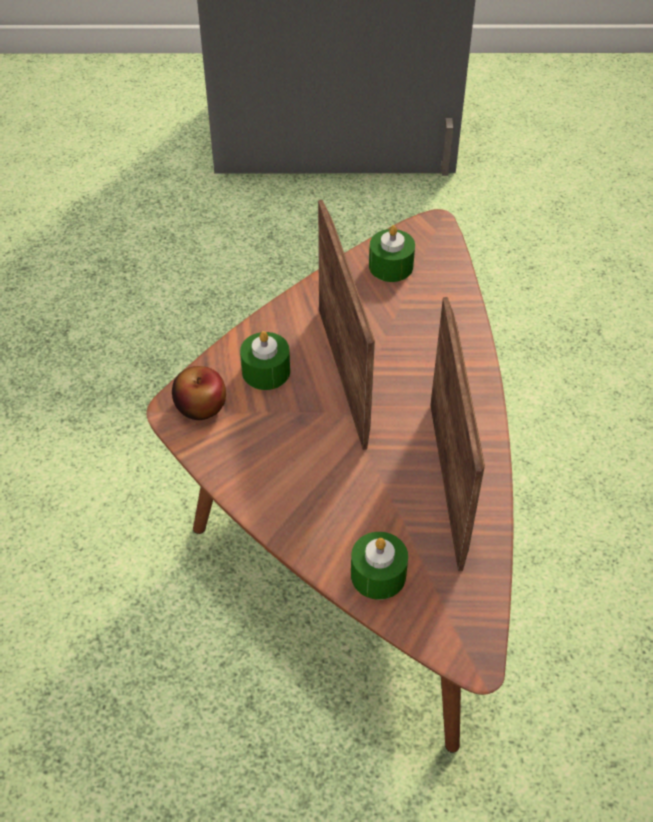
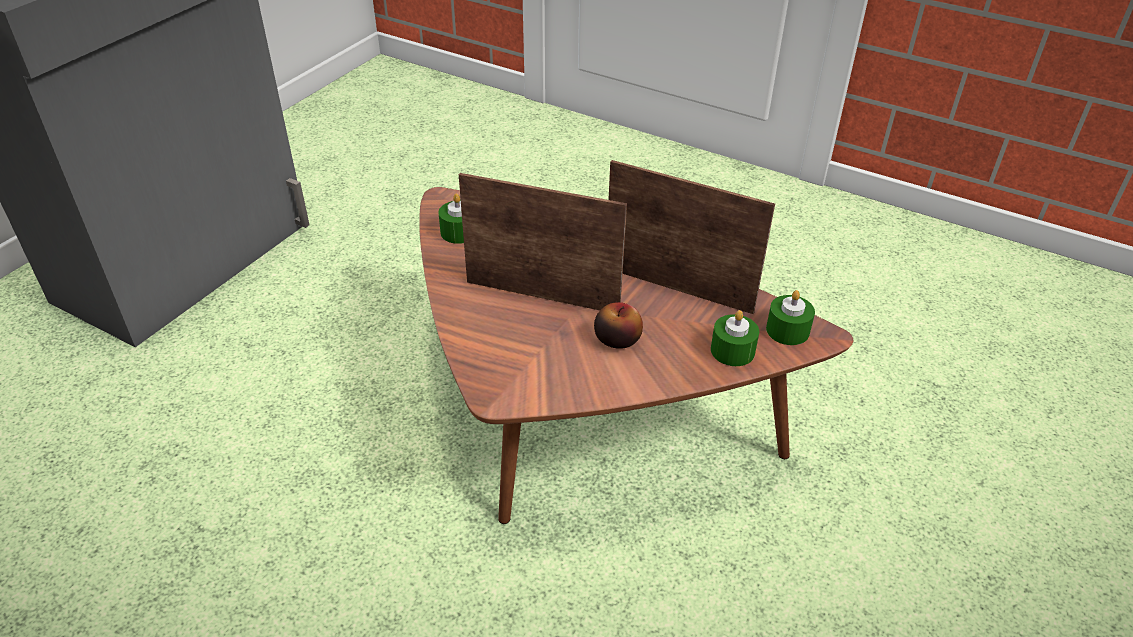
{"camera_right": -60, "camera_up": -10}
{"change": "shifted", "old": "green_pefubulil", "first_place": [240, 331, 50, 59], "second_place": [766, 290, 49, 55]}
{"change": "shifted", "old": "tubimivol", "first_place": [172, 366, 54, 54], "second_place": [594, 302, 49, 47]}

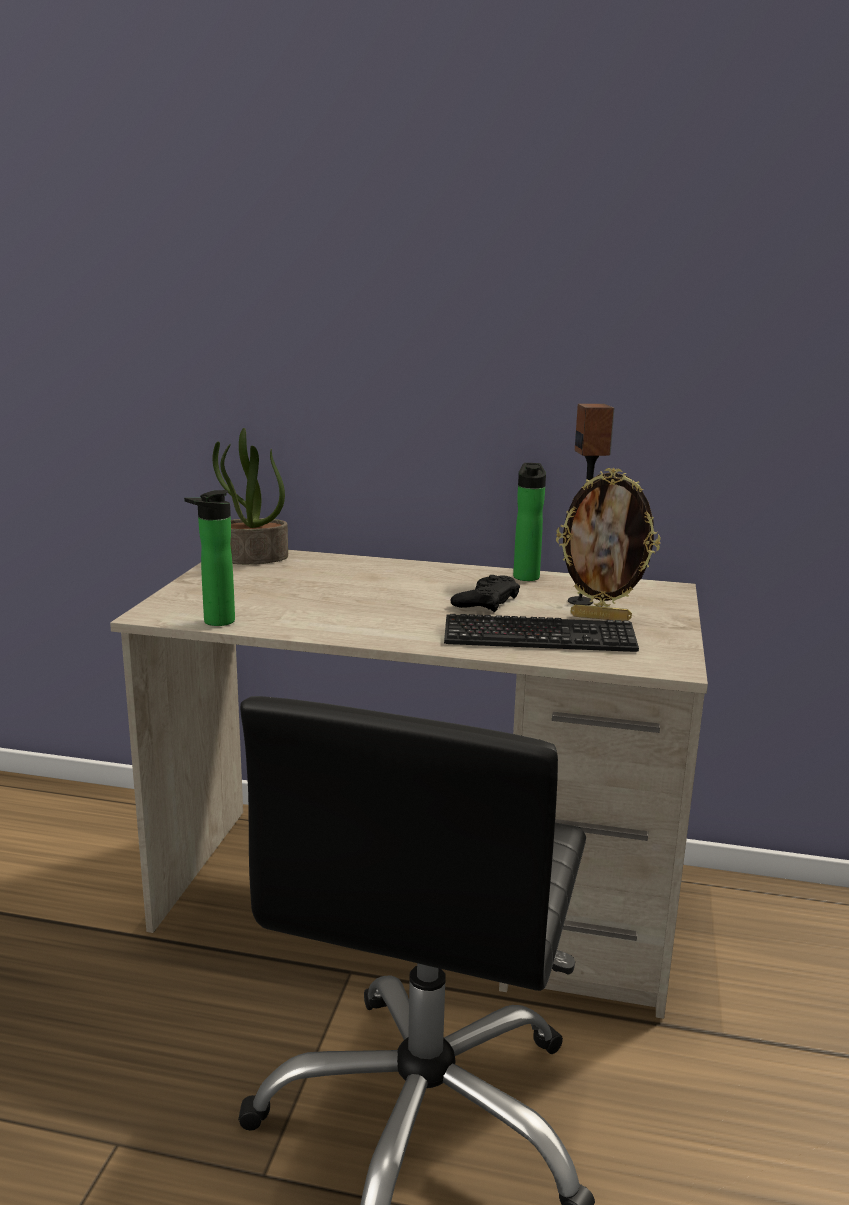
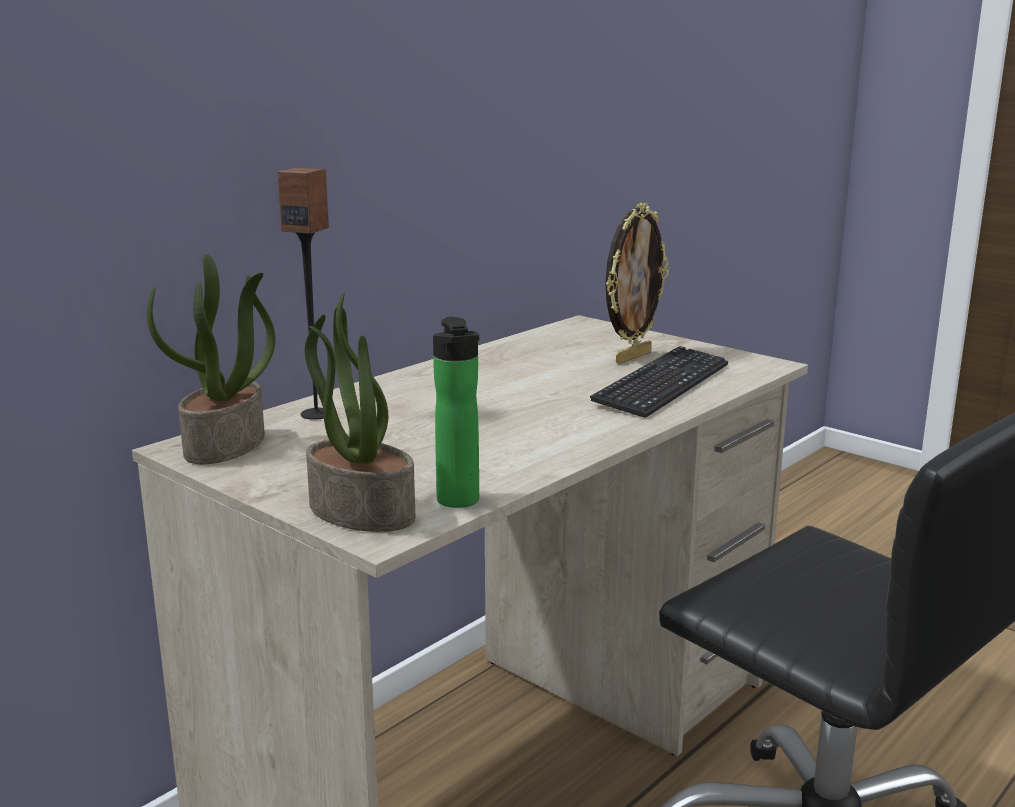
{"camera_right": -60, "camera_up": 0}
{"change": "shifted", "old": "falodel", "first_place": [568, 404, 46, 201], "second_place": [277, 167, 52, 253]}
{"change": "gone", "old": "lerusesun", "first_place": [513, 463, 33, 118]}
{"change": "gone", "old": "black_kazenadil", "first_place": [451, 575, 69, 37]}
{"change": "new", "new": "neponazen", "second_place": [304, 291, 111, 241]}

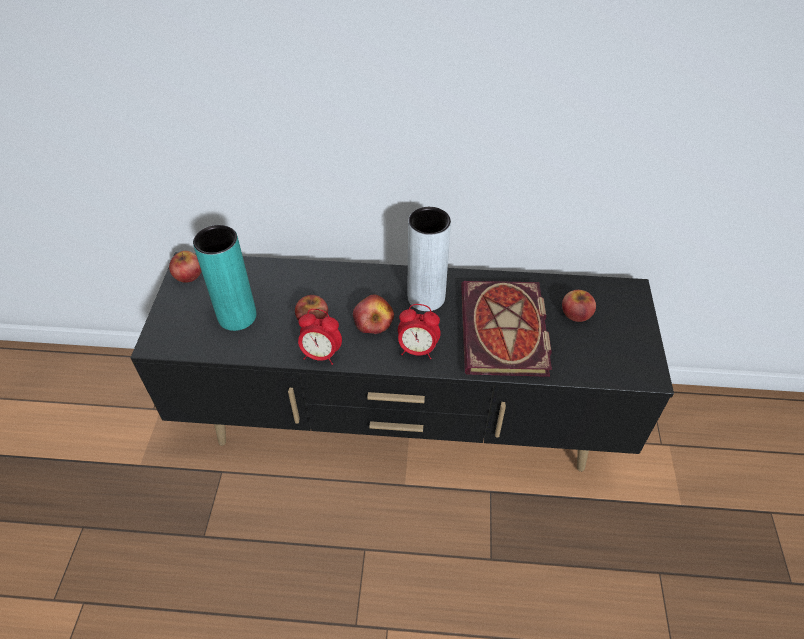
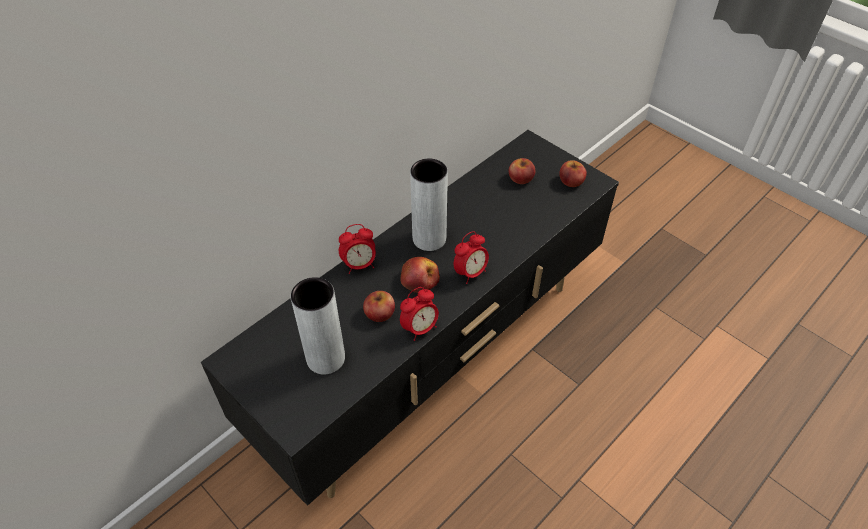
{"camera_right": -50, "camera_up": 0}
{"change": "repainted", "old": "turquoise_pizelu", "new": "grey_pizelu", "first_place": [193, 225, 64, 106], "second_place": [291, 277, 54, 97]}
{"change": "shifted", "old": "tubimivol", "first_place": [169, 251, 32, 32], "second_place": [559, 160, 28, 27]}
{"change": "gone", "old": "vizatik", "first_place": [461, 281, 91, 96]}
{"change": "new", "new": "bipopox", "second_place": [339, 224, 37, 50]}

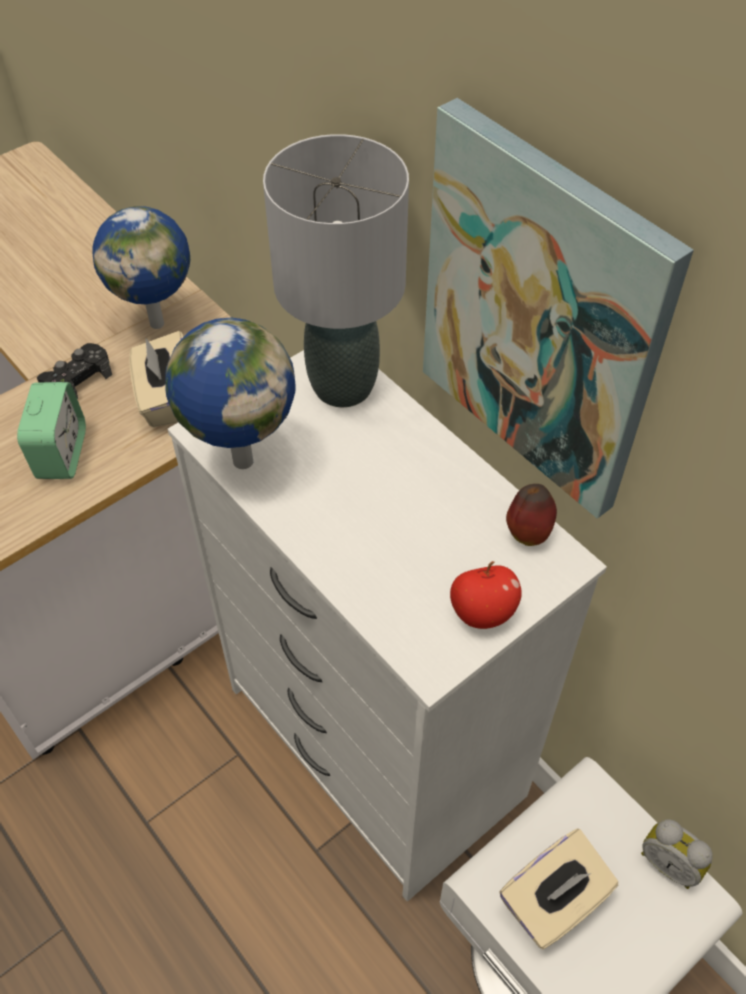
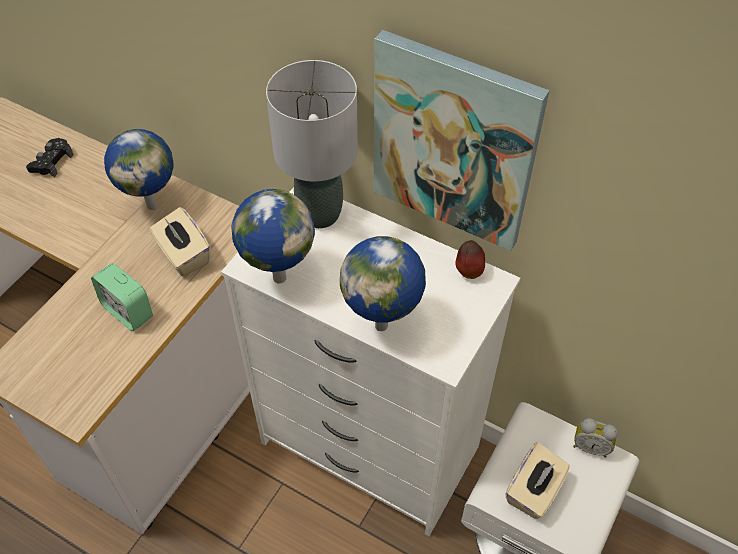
{"camera_right": -20, "camera_up": 0}
{"change": "shifted", "old": "black_kazenadil", "first_place": [37, 343, 75, 56], "second_place": [26, 138, 48, 39]}
{"change": "rotated", "old": "bipopox", "first_place": [17, 382, 69, 97], "second_place": [91, 263, 62, 68], "degrees": 150}
{"change": "gone", "old": "tubimivol", "first_place": [450, 561, 72, 68]}
{"change": "new", "new": "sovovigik", "second_place": [340, 236, 86, 95]}

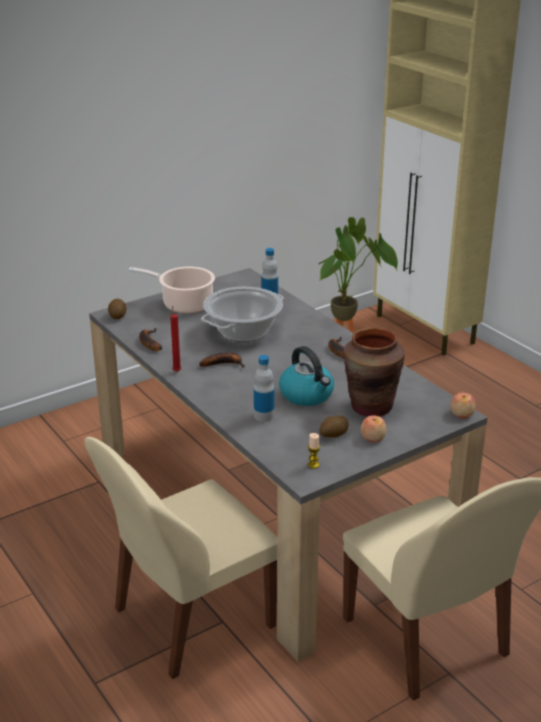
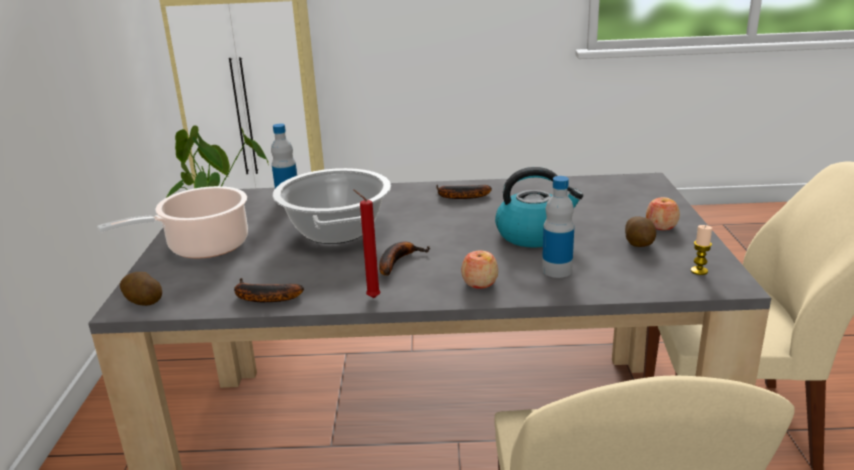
{"camera_right": -55, "camera_up": -5}
{"change": "gone", "old": "brown_pizelu", "first_place": [344, 327, 61, 90]}
{"change": "shifted", "old": "tubimivol", "first_place": [451, 393, 24, 25], "second_place": [461, 251, 37, 38]}

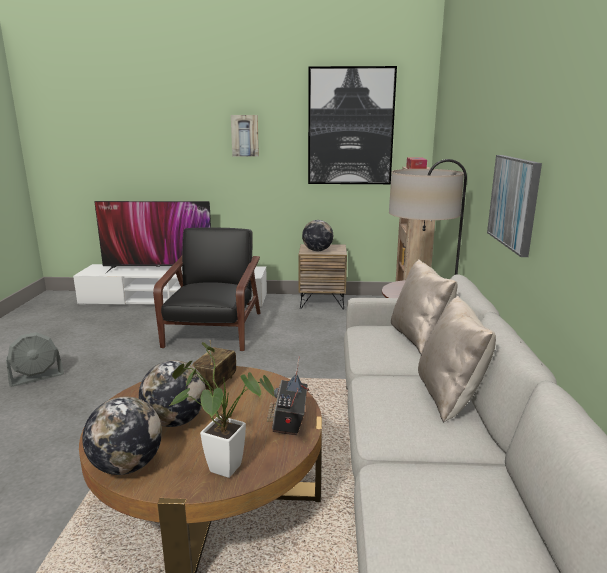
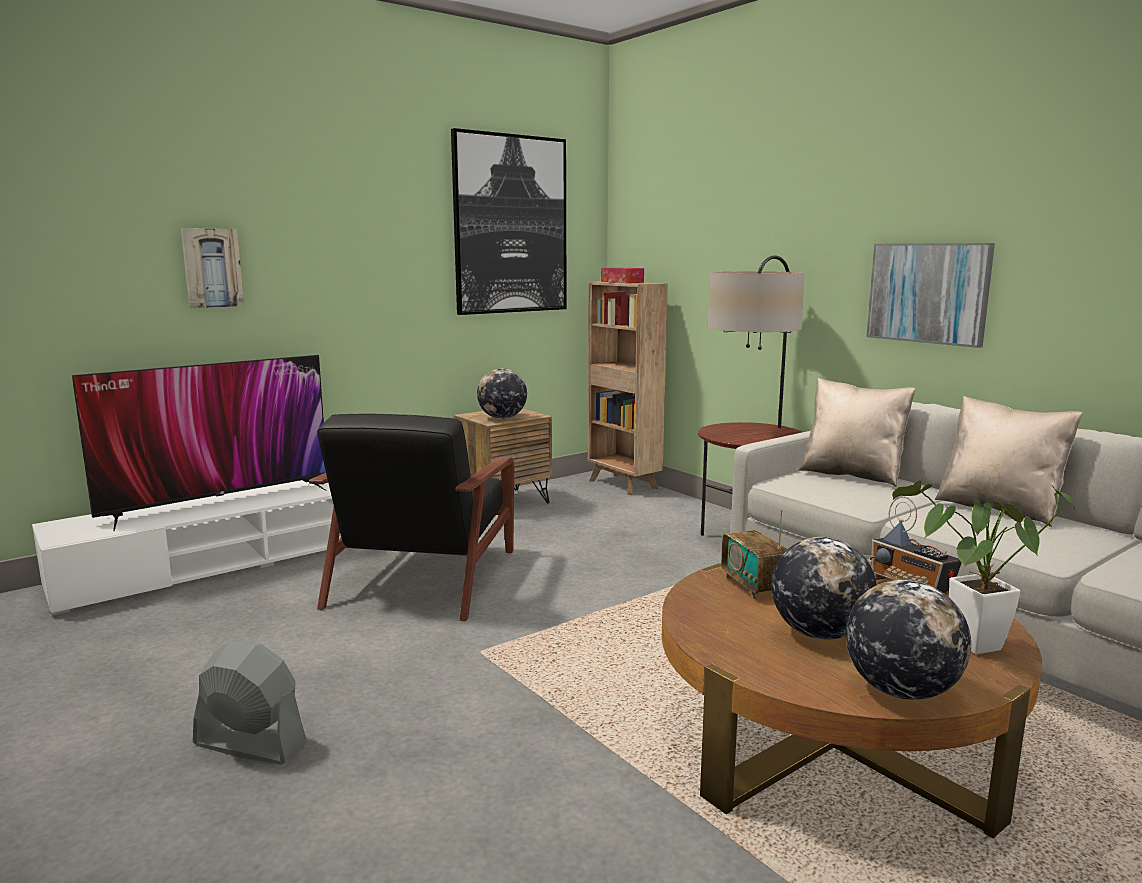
{"camera_right": -40, "camera_up": -5}
{"change": "shifted", "old": "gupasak", "first_place": [231, 115, 28, 41], "second_place": [181, 228, 63, 80]}
{"change": "rotated", "old": "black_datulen", "first_place": [153, 227, 108, 124], "second_place": [309, 413, 205, 208], "degrees": -135}
{"change": "rotated", "old": "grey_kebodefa", "first_place": [6, 332, 58, 55], "second_place": [193, 640, 114, 125], "degrees": -90}

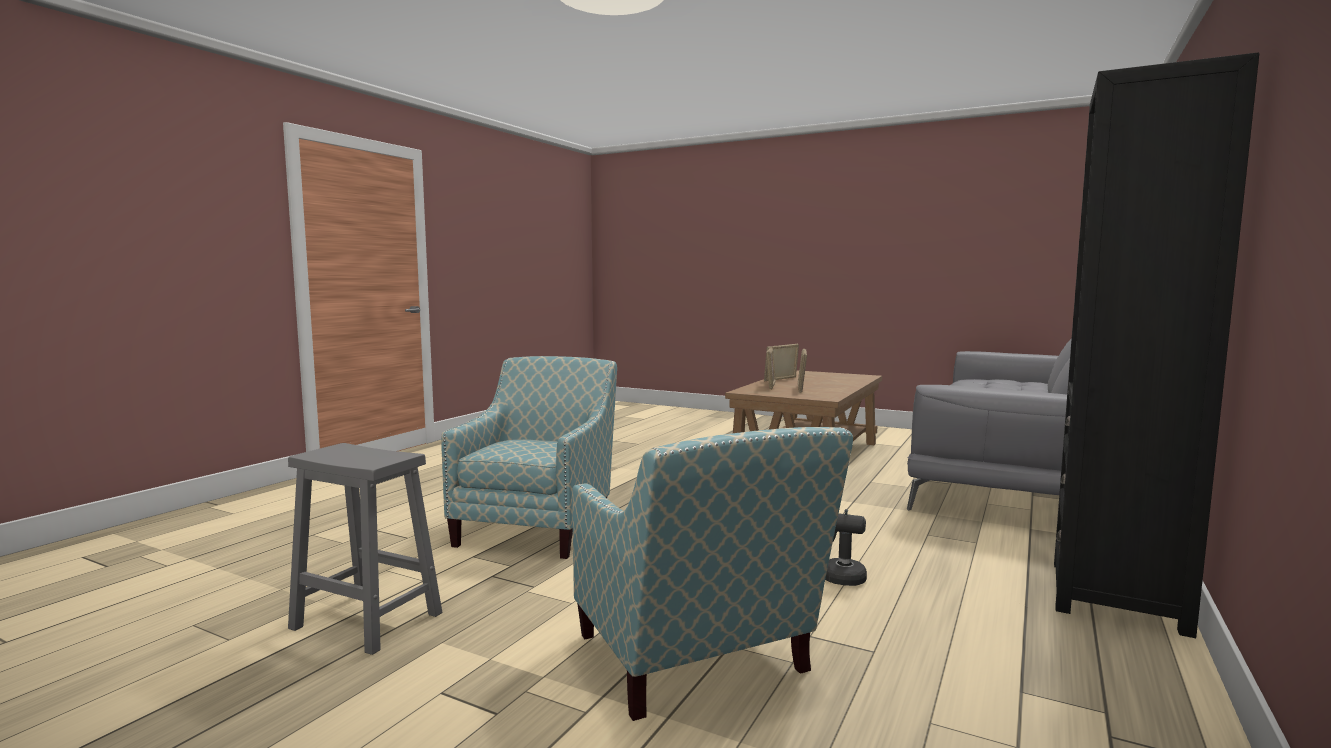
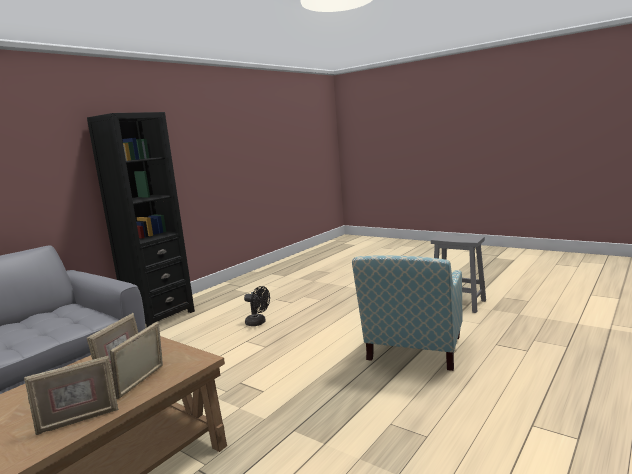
{"camera_right": -170, "camera_up": 5}
{"change": "gone", "old": "datulen", "first_place": [572, 427, 281, 294]}

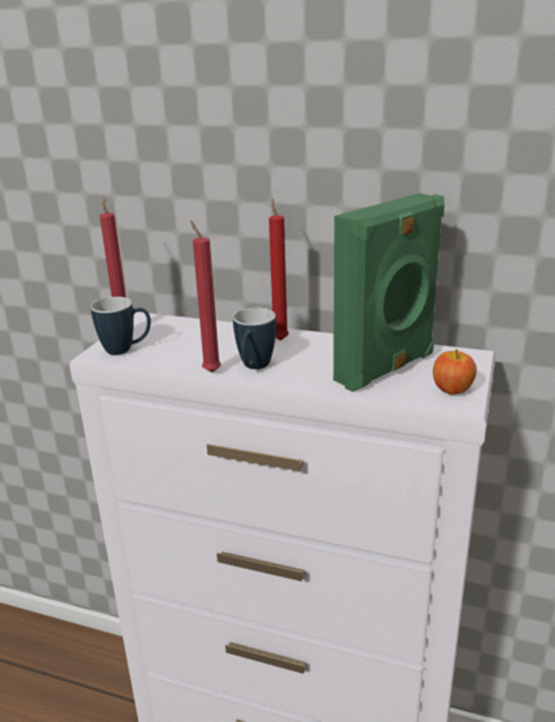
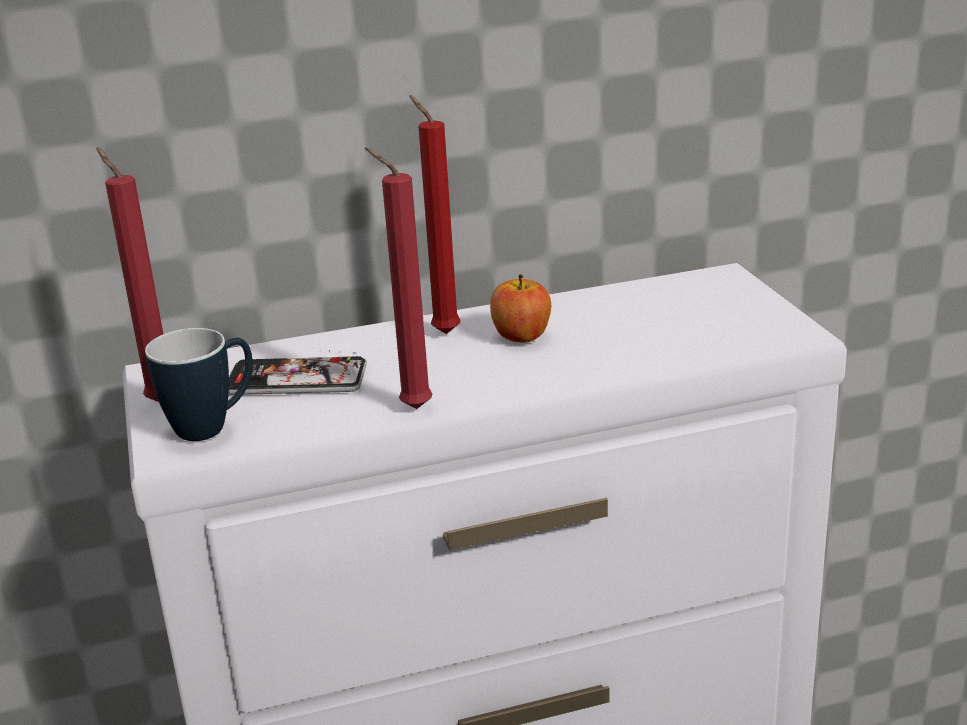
{"camera_right": -35, "camera_up": 0}
{"change": "gone", "old": "green_falodel", "first_place": [333, 193, 112, 199]}
{"change": "gone", "old": "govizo", "first_place": [233, 308, 43, 61]}
{"change": "shifted", "old": "tubimivol", "first_place": [433, 349, 44, 46], "second_place": [490, 274, 61, 69]}
{"change": "new", "new": "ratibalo", "second_place": [229, 350, 138, 45]}

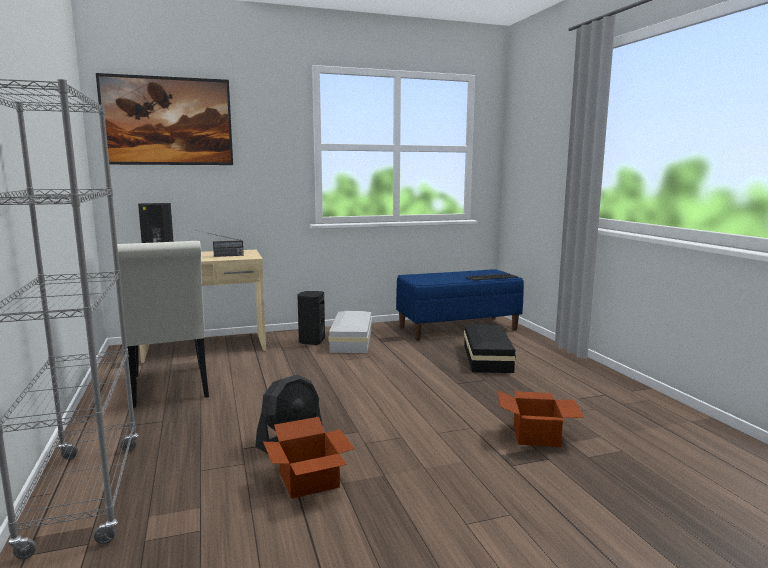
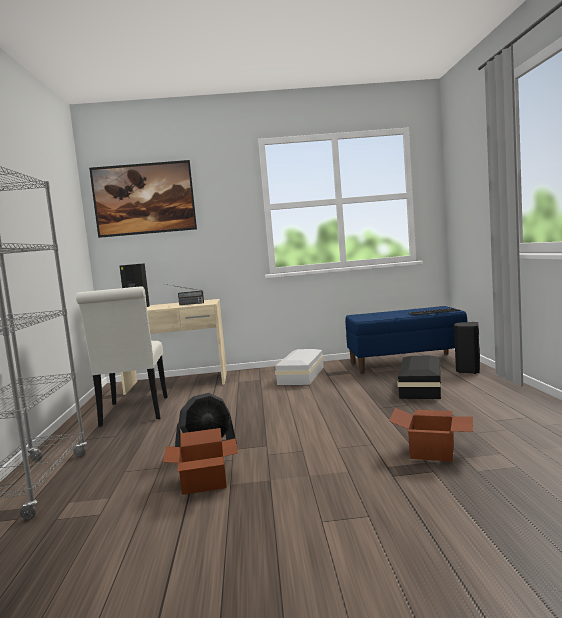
{"camera_right": 15, "camera_up": -5}
{"change": "shifted", "old": "black_falodel", "first_place": [297, 291, 28, 54], "second_place": [454, 322, 26, 52]}

